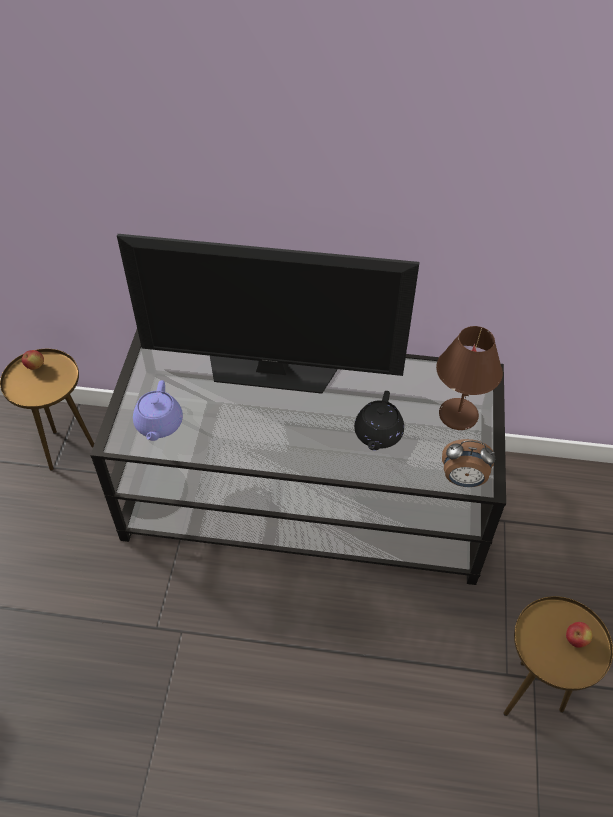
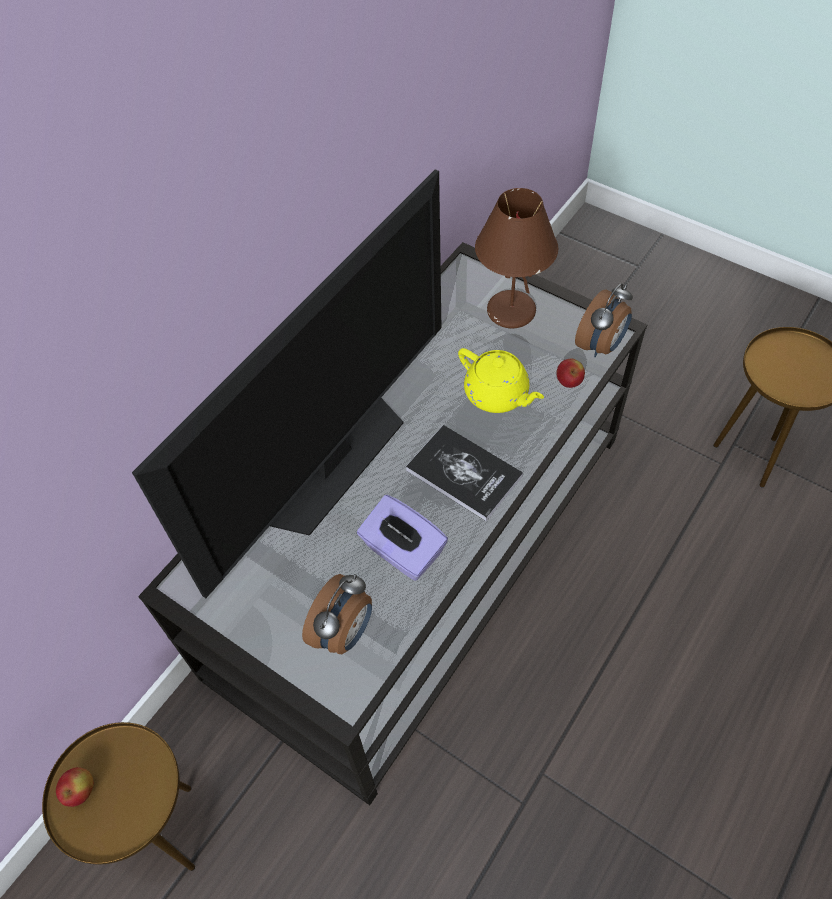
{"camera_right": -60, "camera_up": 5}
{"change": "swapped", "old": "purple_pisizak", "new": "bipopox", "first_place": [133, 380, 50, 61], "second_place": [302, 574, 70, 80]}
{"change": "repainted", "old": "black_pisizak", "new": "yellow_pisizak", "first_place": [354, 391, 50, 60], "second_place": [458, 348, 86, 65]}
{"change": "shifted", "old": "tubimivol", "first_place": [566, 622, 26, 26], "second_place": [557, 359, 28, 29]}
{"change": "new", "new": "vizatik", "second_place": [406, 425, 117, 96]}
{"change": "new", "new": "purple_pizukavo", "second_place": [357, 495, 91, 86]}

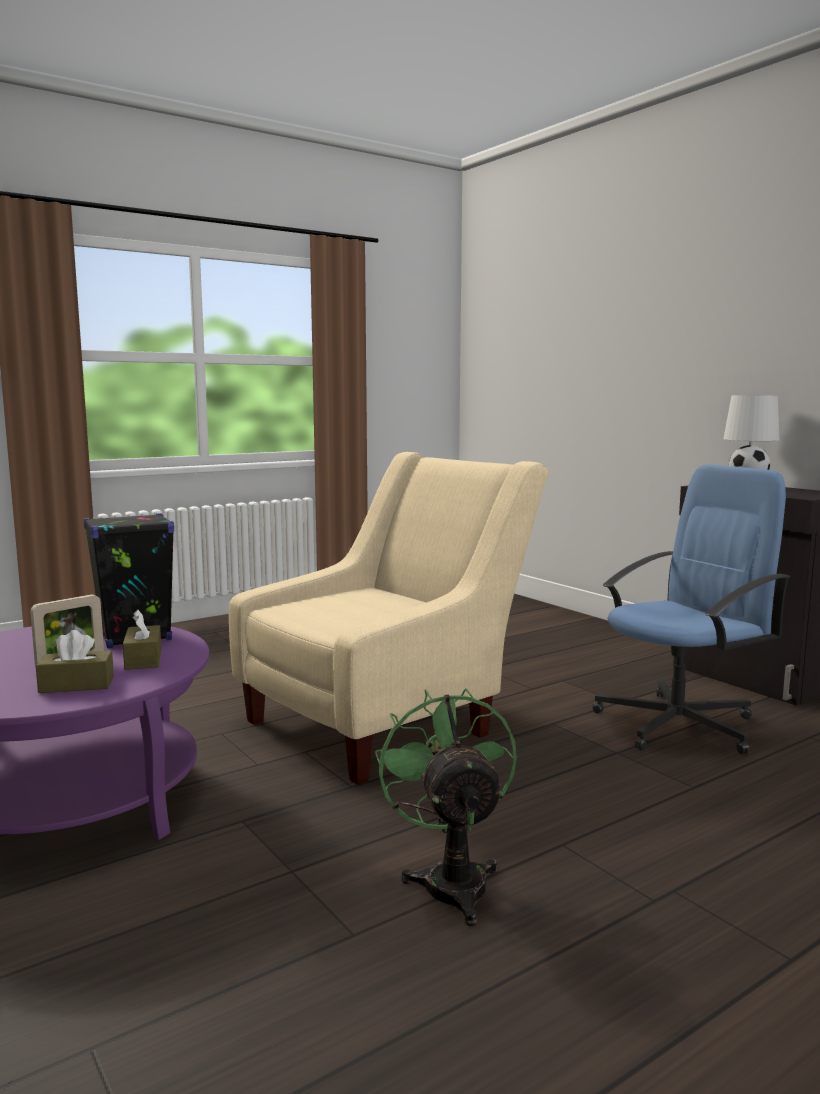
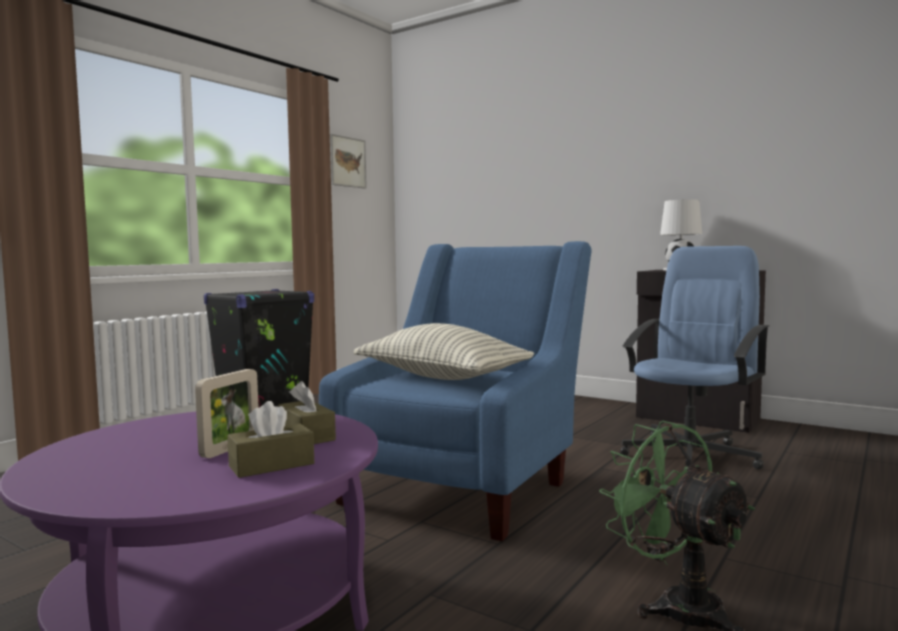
{"camera_right": -20, "camera_up": -5}
{"change": "repainted", "old": "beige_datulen", "new": "blue_datulen", "first_place": [229, 452, 319, 333], "second_place": [319, 241, 273, 300]}
{"change": "new", "new": "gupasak", "second_place": [330, 134, 37, 55]}
{"change": "new", "new": "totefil", "second_place": [353, 323, 181, 57]}

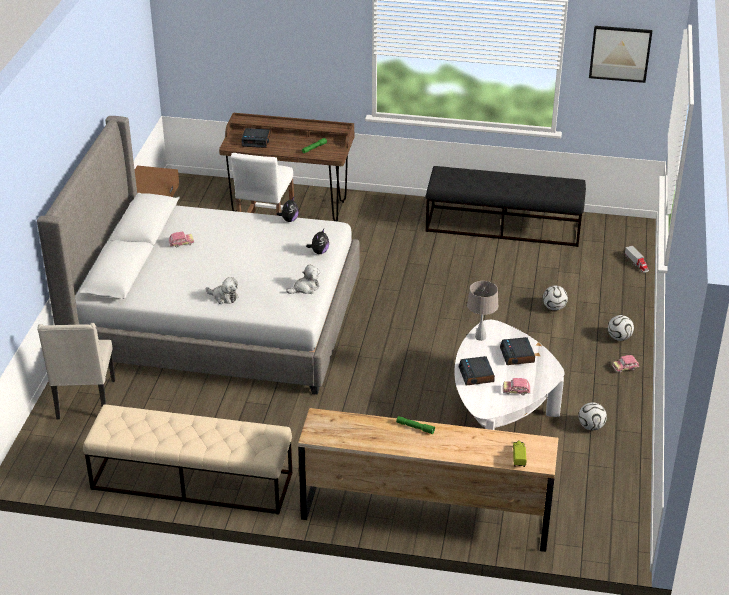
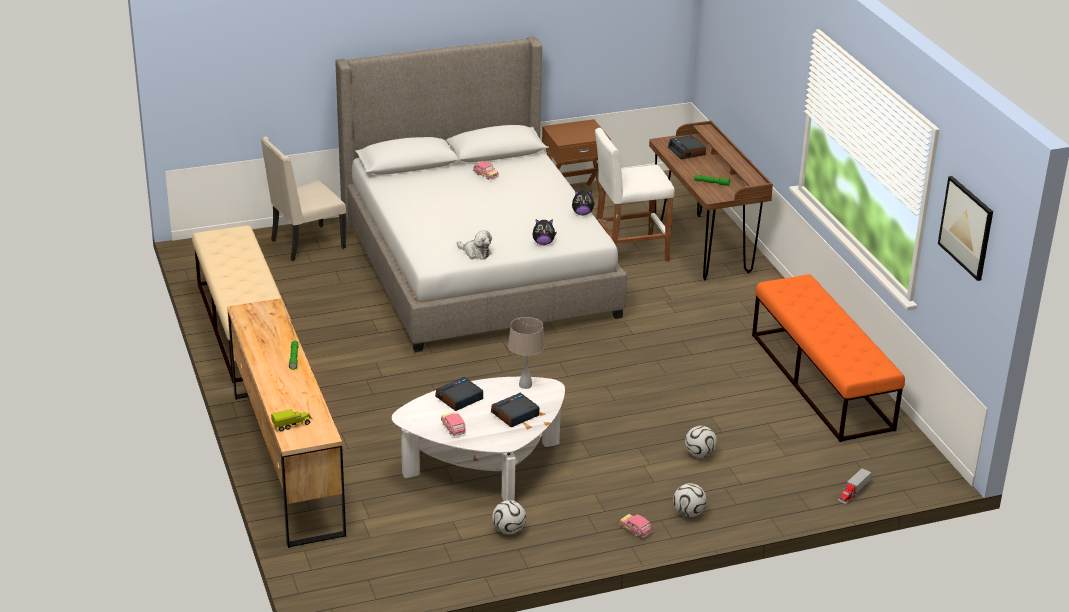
{"camera_right": 60, "camera_up": -5}
{"change": "repainted", "old": "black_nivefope", "new": "orange_nivefope", "first_place": [425, 166, 161, 81], "second_place": [752, 274, 153, 168]}
{"change": "gone", "old": "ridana", "first_place": [205, 277, 33, 27]}

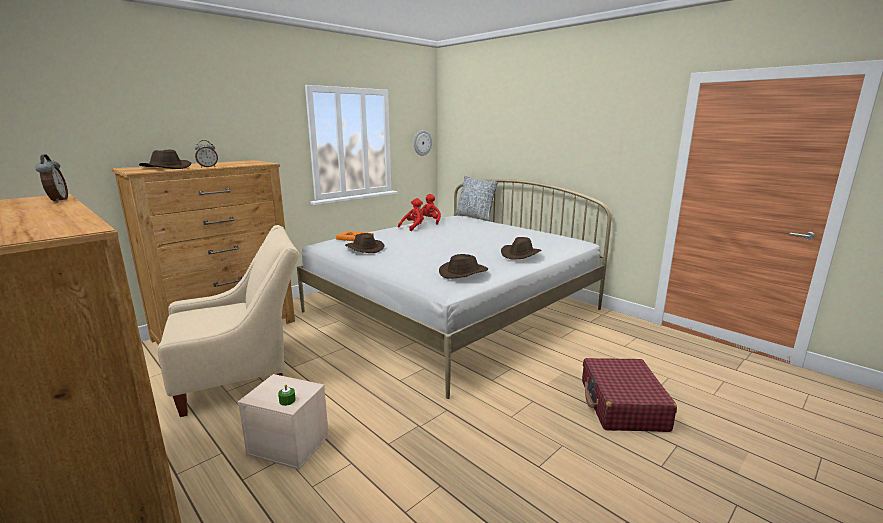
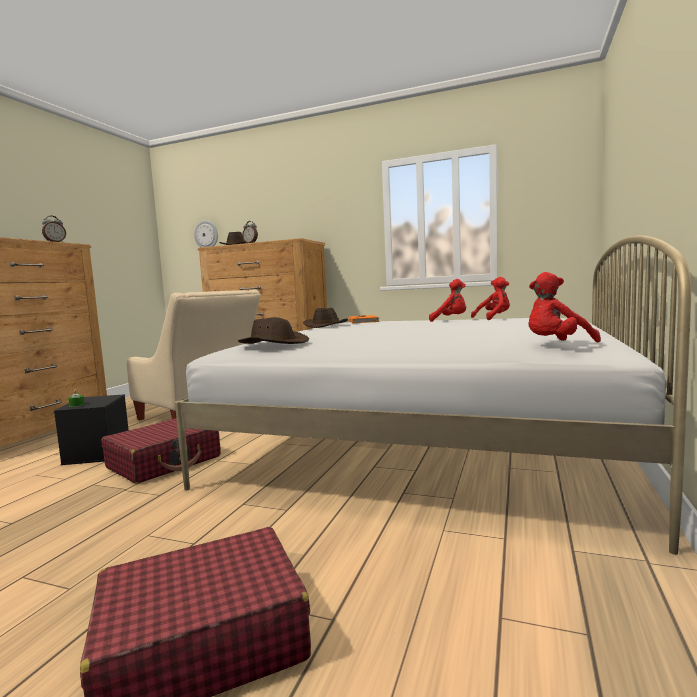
{"camera_right": 65, "camera_up": -10}
{"change": "shifted", "old": "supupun", "first_place": [414, 130, 18, 26], "second_place": [194, 220, 24, 27]}
{"change": "gone", "old": "totefil", "first_place": [455, 175, 43, 46]}
{"change": "gone", "old": "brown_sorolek", "first_place": [501, 237, 40, 23]}
{"change": "repainted", "old": "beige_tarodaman", "new": "black_tarodaman", "first_place": [238, 374, 91, 96], "second_place": [54, 394, 75, 71]}
{"change": "new", "new": "red_ridana", "second_place": [528, 272, 73, 70]}
{"change": "new", "new": "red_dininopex", "second_place": [101, 419, 120, 65]}

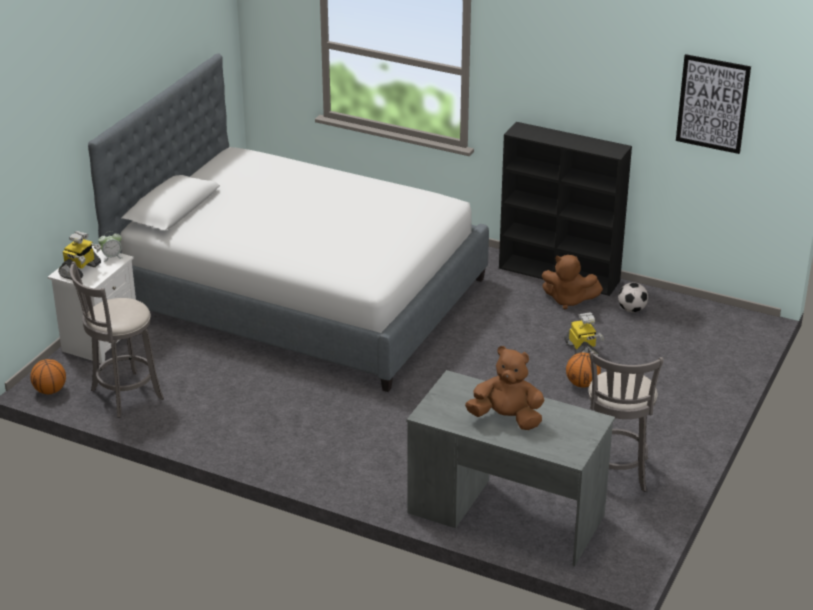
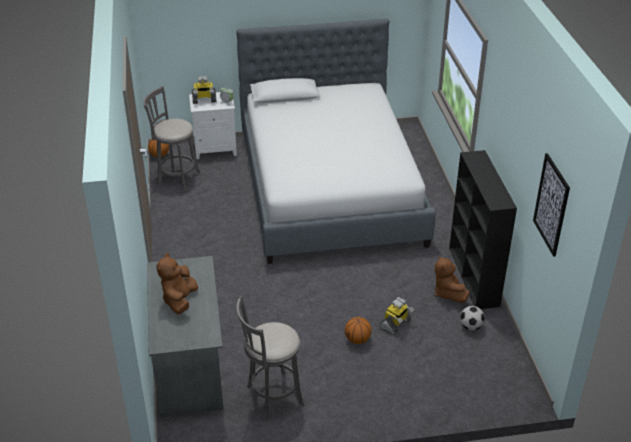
{"camera_right": 55, "camera_up": 5}
{"change": "rotated", "old": "brown_ridana", "first_place": [465, 346, 79, 84], "second_place": [156, 253, 42, 61], "degrees": -150}

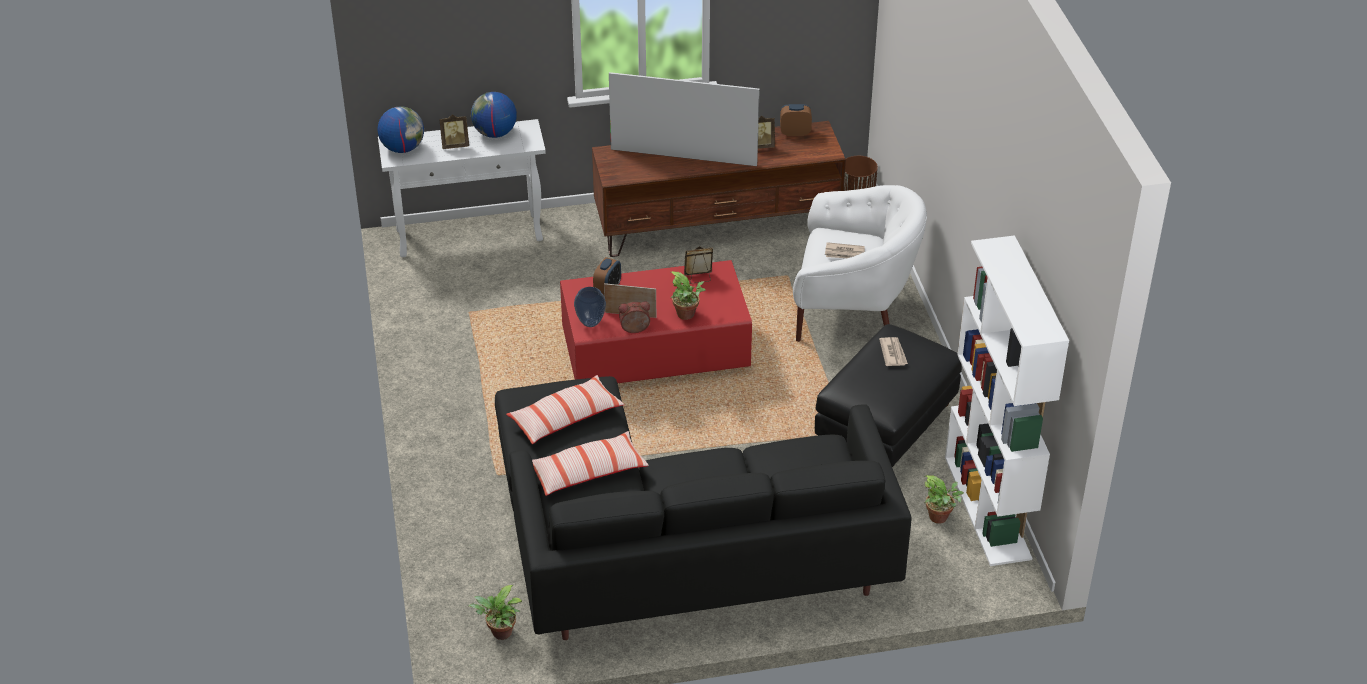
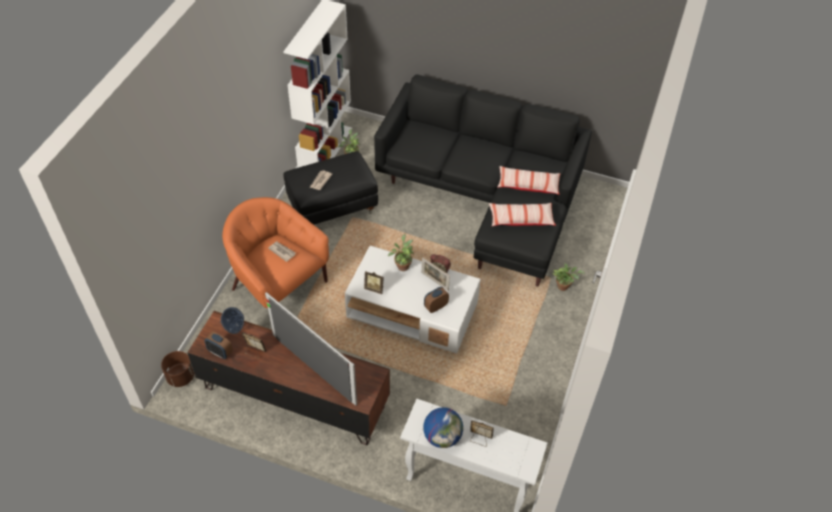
{"camera_right": -150, "camera_up": 10}
{"change": "gone", "old": "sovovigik", "first_place": [377, 107, 47, 46]}
{"change": "repainted", "old": "white_datulen", "new": "orange_datulen", "first_place": [793, 185, 134, 157], "second_place": [222, 197, 107, 111]}
{"change": "repainted", "old": "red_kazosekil", "new": "white_kazosekil", "first_place": [560, 260, 192, 123], "second_place": [345, 246, 136, 108]}
{"change": "shifted", "old": "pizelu", "first_place": [574, 287, 32, 40], "second_place": [221, 307, 23, 27]}
{"change": "shifted", "old": "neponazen", "first_place": [469, 585, 53, 55], "second_place": [552, 263, 33, 28]}

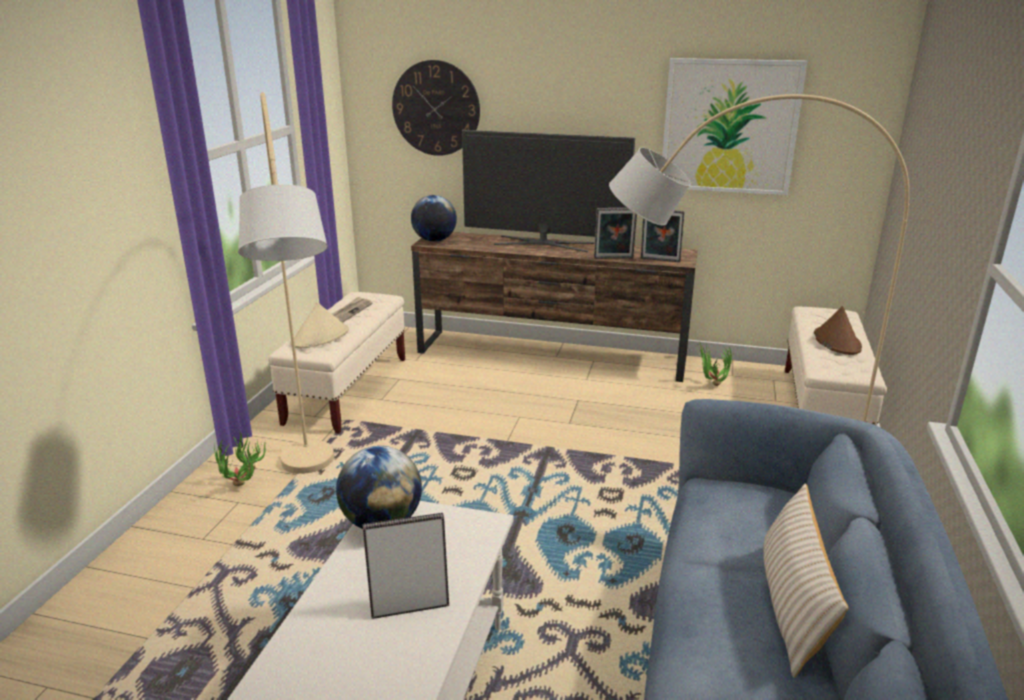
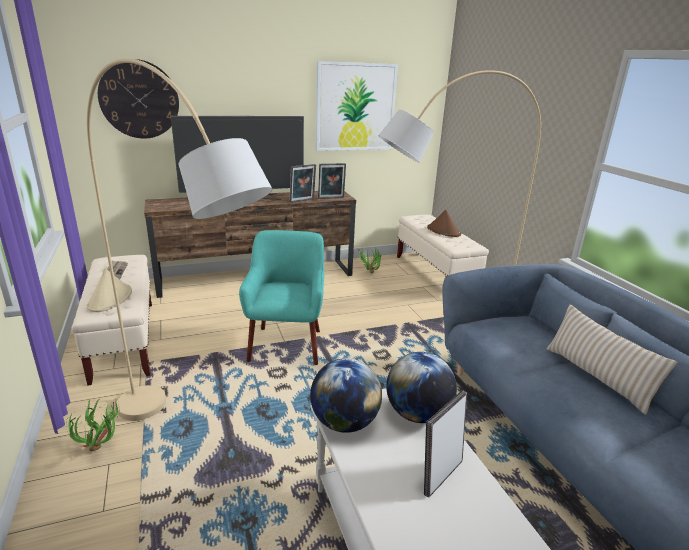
{"camera_right": -35, "camera_up": 0}
{"change": "shifted", "old": "sovovigik", "first_place": [411, 195, 46, 47], "second_place": [386, 352, 71, 71]}
{"change": "new", "new": "turquoise_datulen", "second_place": [239, 230, 85, 135]}

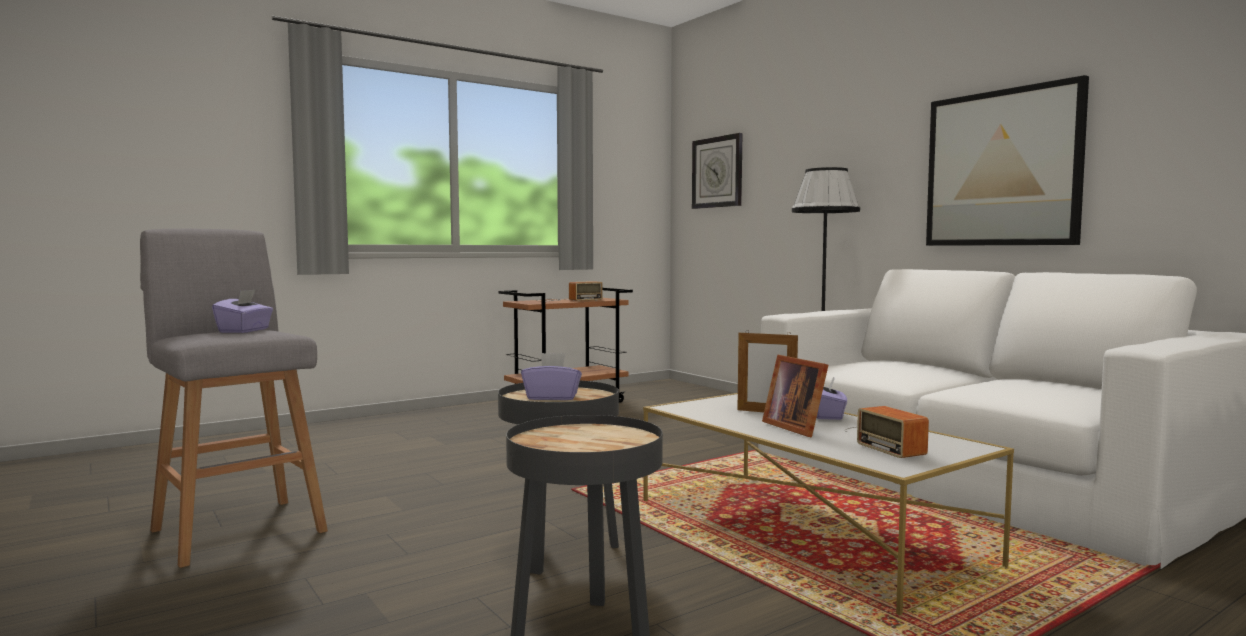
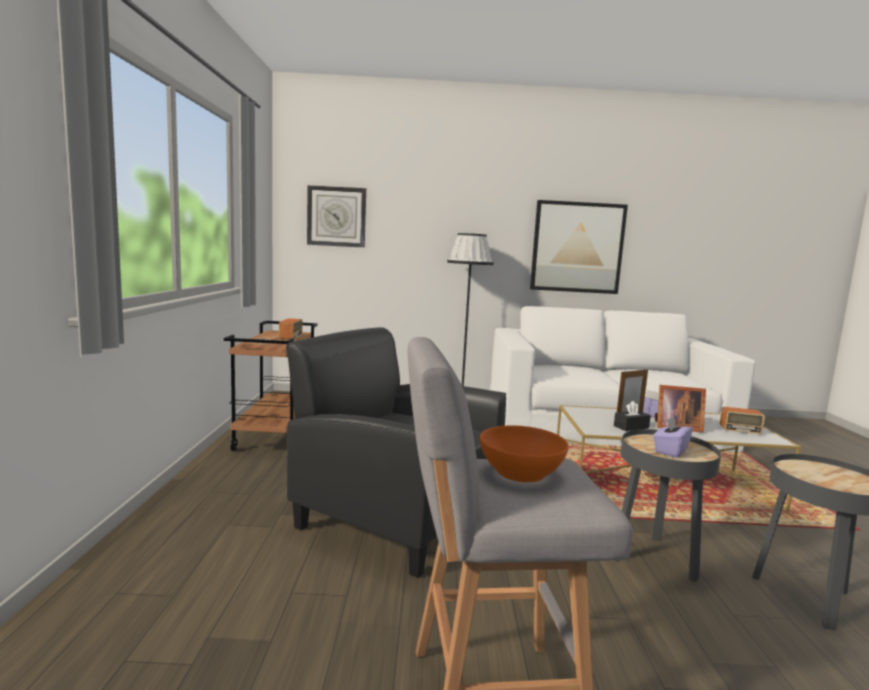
{"camera_right": -55, "camera_up": 5}
{"change": "swapped", "old": "purple_pizukavo", "new": "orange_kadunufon", "first_place": [212, 289, 61, 44], "second_place": [480, 425, 89, 57]}
{"change": "new", "new": "black_datulen", "second_place": [286, 327, 220, 251]}
{"change": "new", "new": "black_pizukavo", "second_place": [614, 401, 37, 30]}

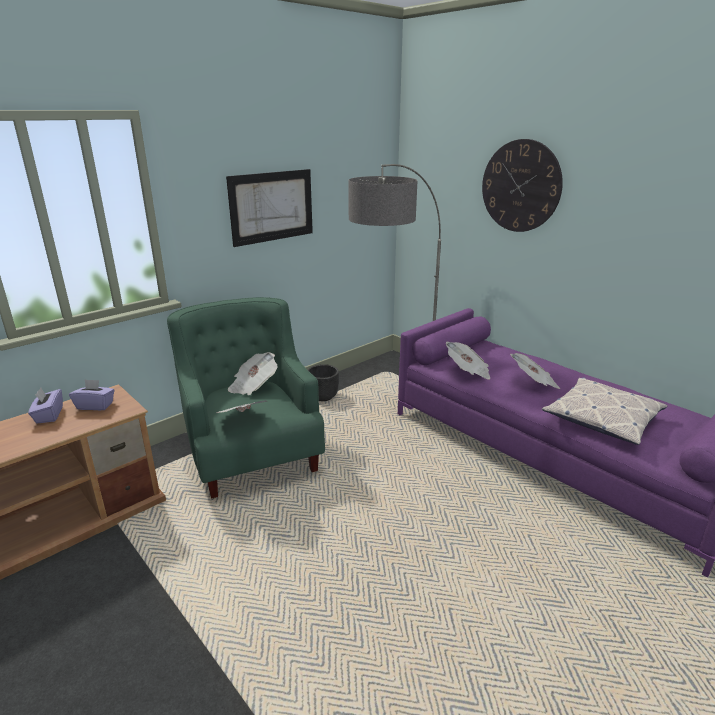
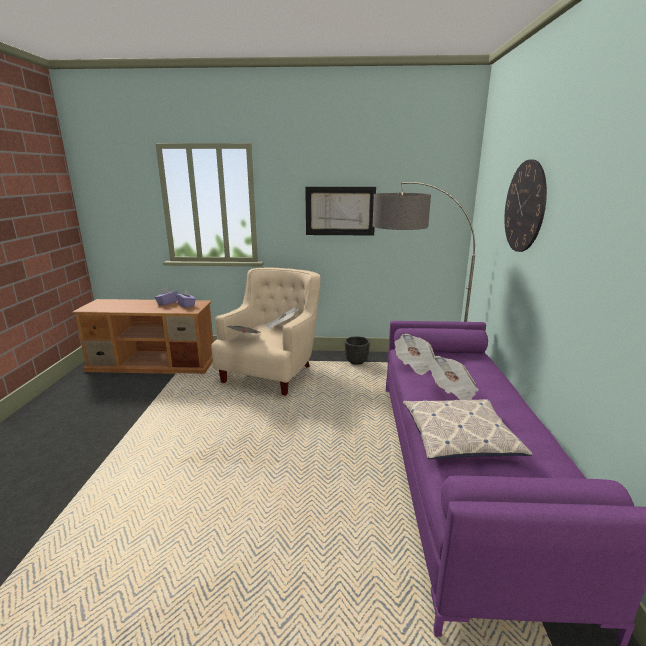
{"camera_right": 45, "camera_up": -5}
{"change": "repainted", "old": "green_datulen", "new": "beige_datulen", "first_place": [167, 297, 158, 202], "second_place": [211, 267, 110, 129]}

